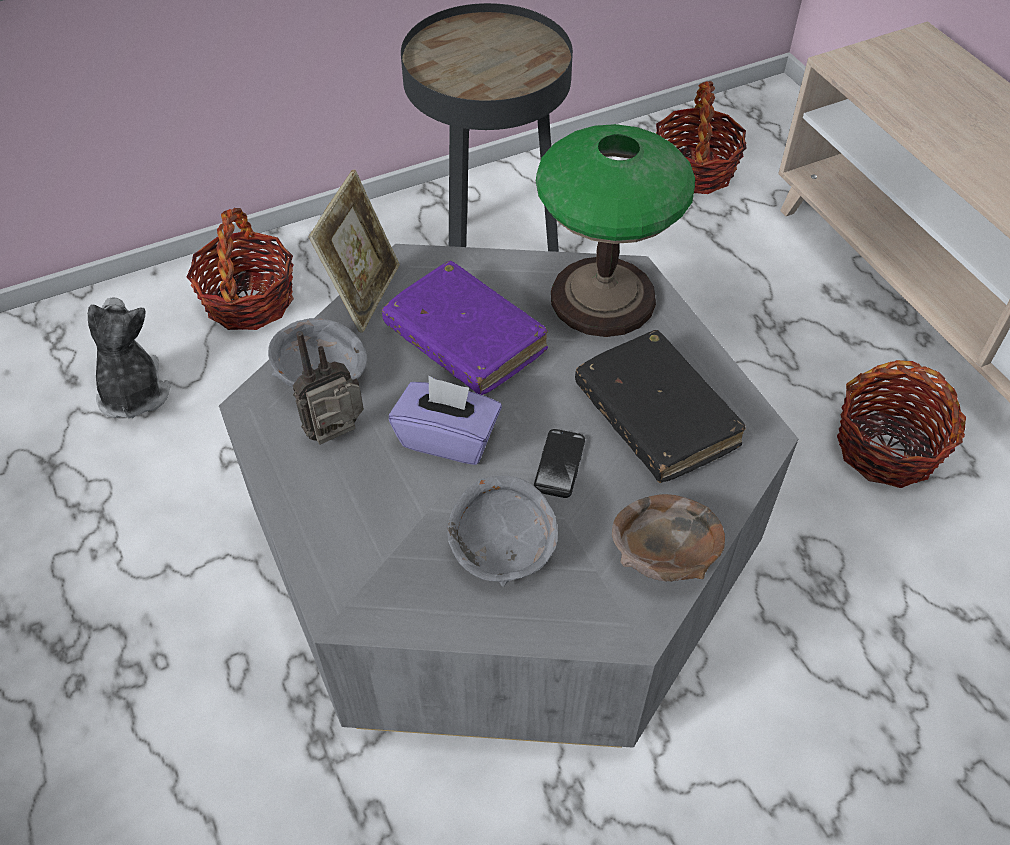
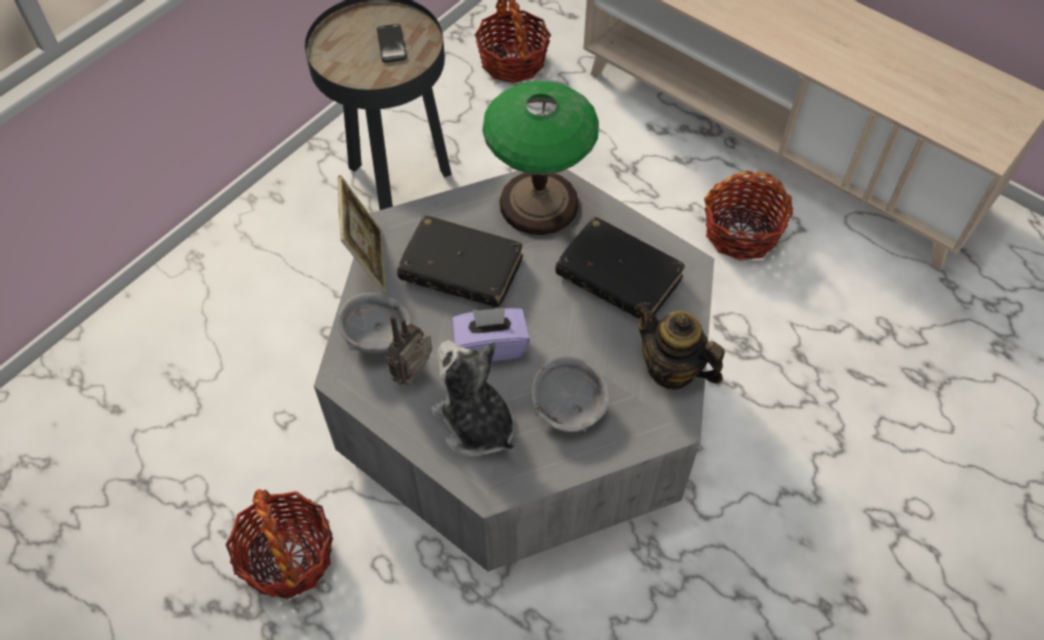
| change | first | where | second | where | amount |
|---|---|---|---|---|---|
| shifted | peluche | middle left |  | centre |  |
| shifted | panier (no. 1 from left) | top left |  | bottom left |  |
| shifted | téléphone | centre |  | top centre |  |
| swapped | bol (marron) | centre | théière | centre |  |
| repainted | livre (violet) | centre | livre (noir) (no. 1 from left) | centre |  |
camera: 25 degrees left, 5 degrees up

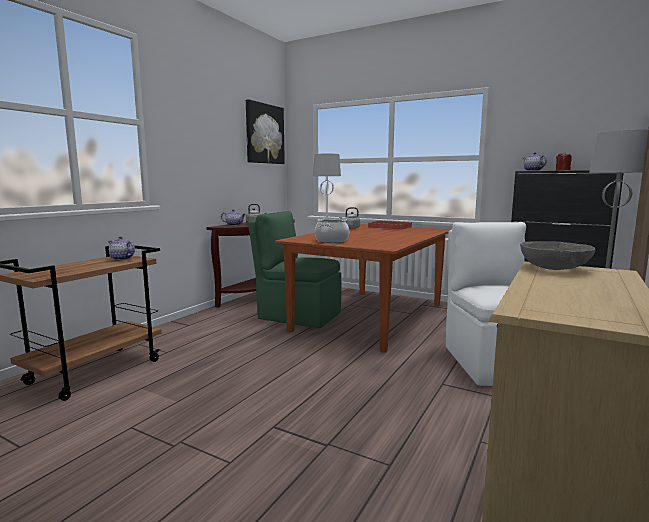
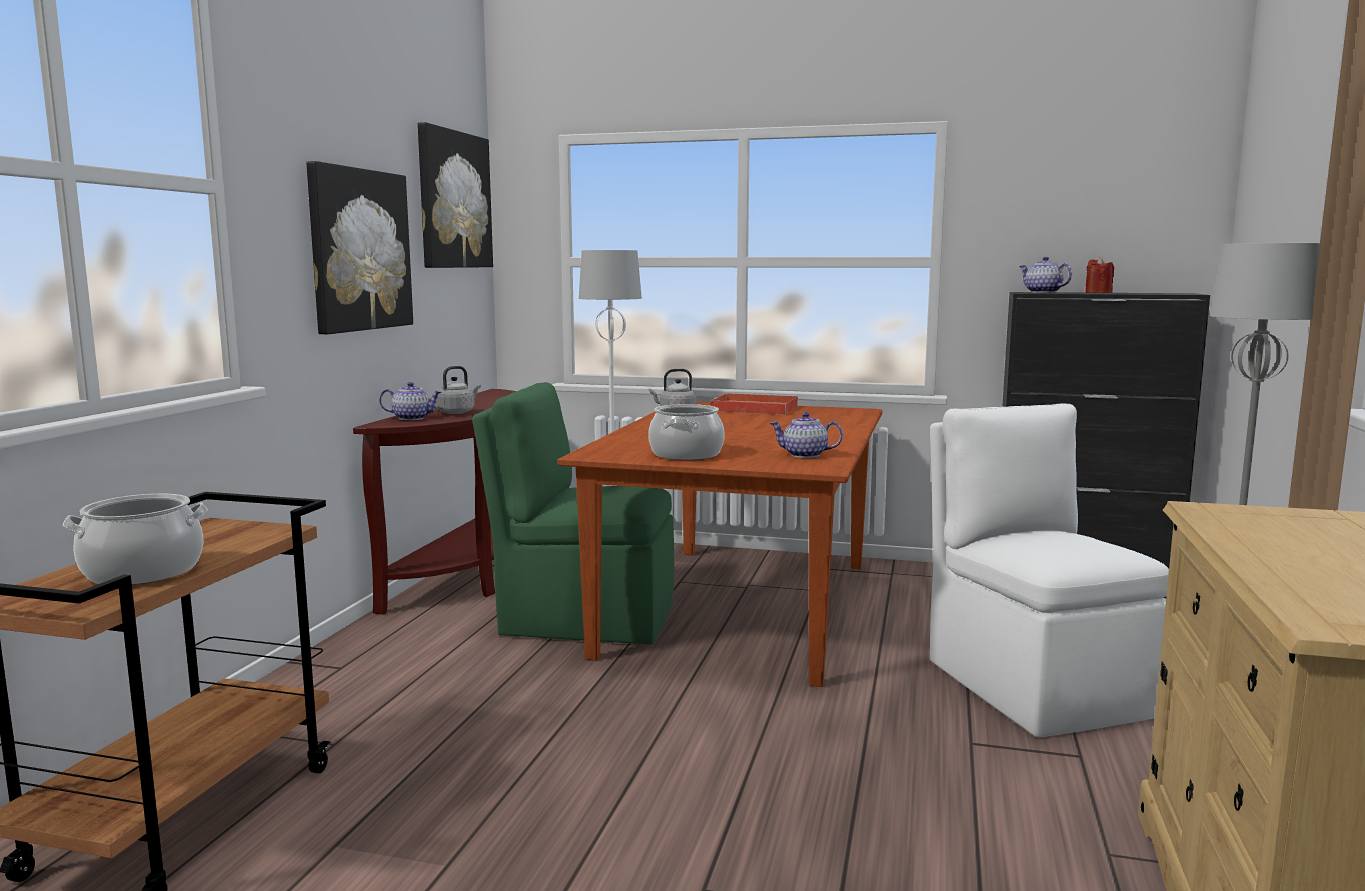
| change | first | where | second | where | amount |
|---|---|---|---|---|---|
| gone | bol (gris) | middle right |  |  |  |
| new |  |  | marmite (no. 1 from left) | middle left |  |
| new |  |  | tableau (no. 1 from left) | top left |  |
| shifted | théière (no. 1 from left in the first image) | middle left | théière (no. 2 from left) | centre |  |
camera: 15 degrees left, 0 degrees up

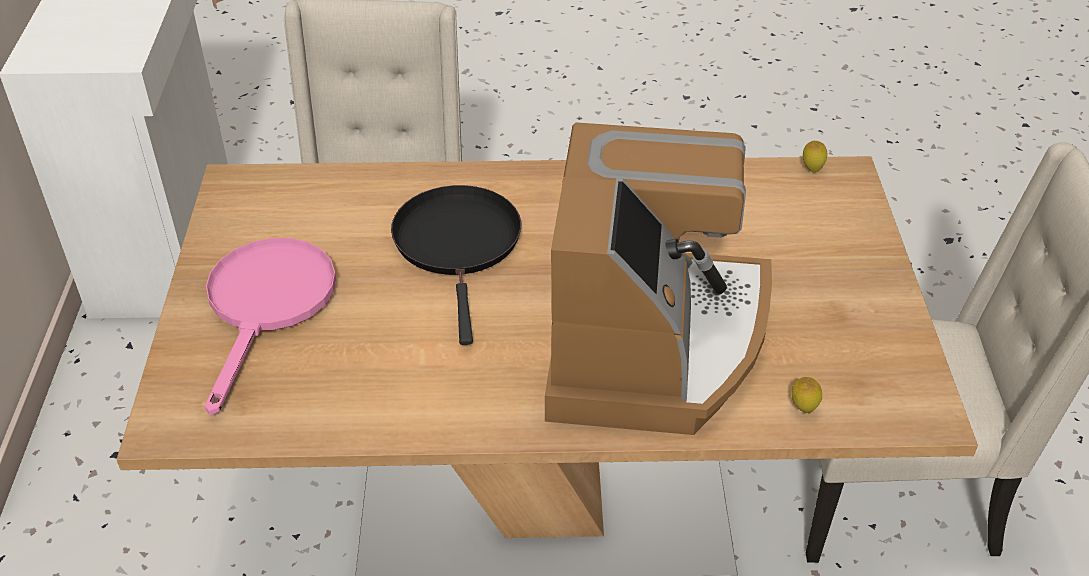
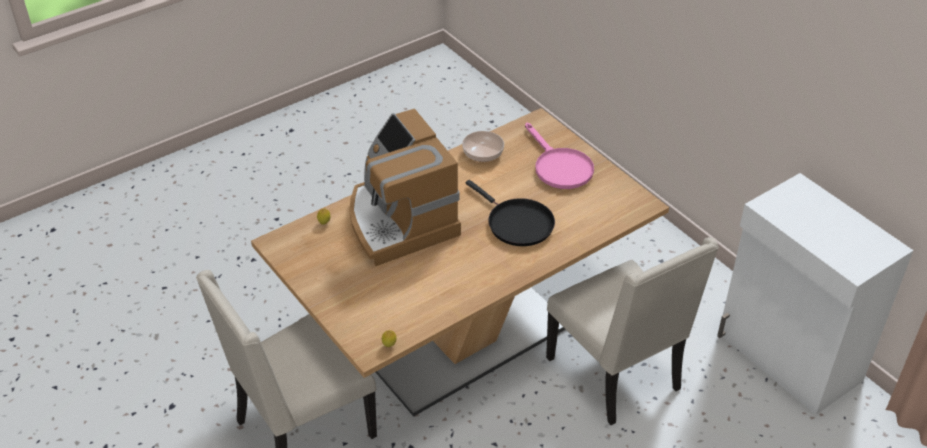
| change | first | where | second | where | amount |
|---|---|---|---|---|---|
| new |  |  | bol | top centre |  |
camera: 145 degrees right, 0 degrees up

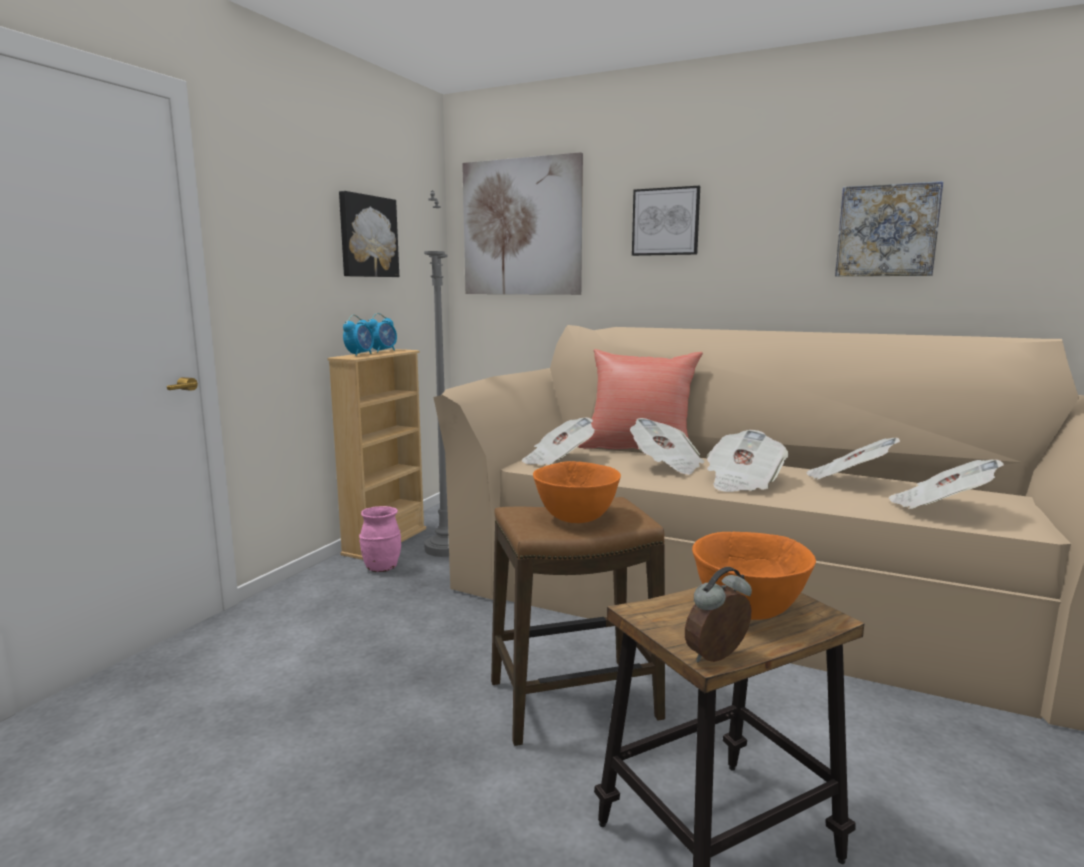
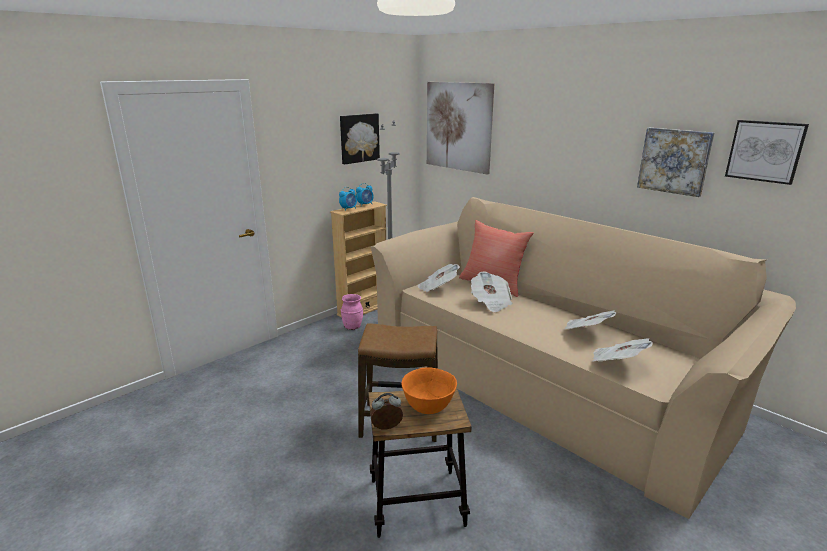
| change | first | where | second | where | amount |
|---|---|---|---|---|---|
| gone | bol (orange) (no. 1 from left) | centre |  |  |  |
| gone | journal (no. 3 from left) | middle right |  |  |  |
| shifted | tableau (no. 3 from left in the first image) | top centre | tableau (no. 4 from left) | top right |  |
camera: 20 degrees right, 10 degrees up

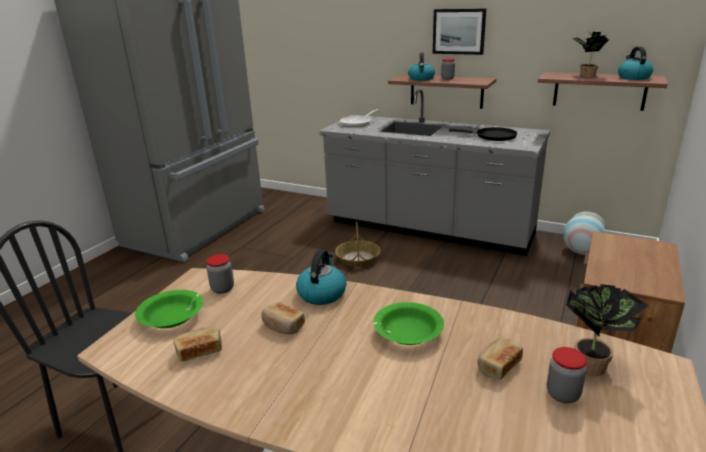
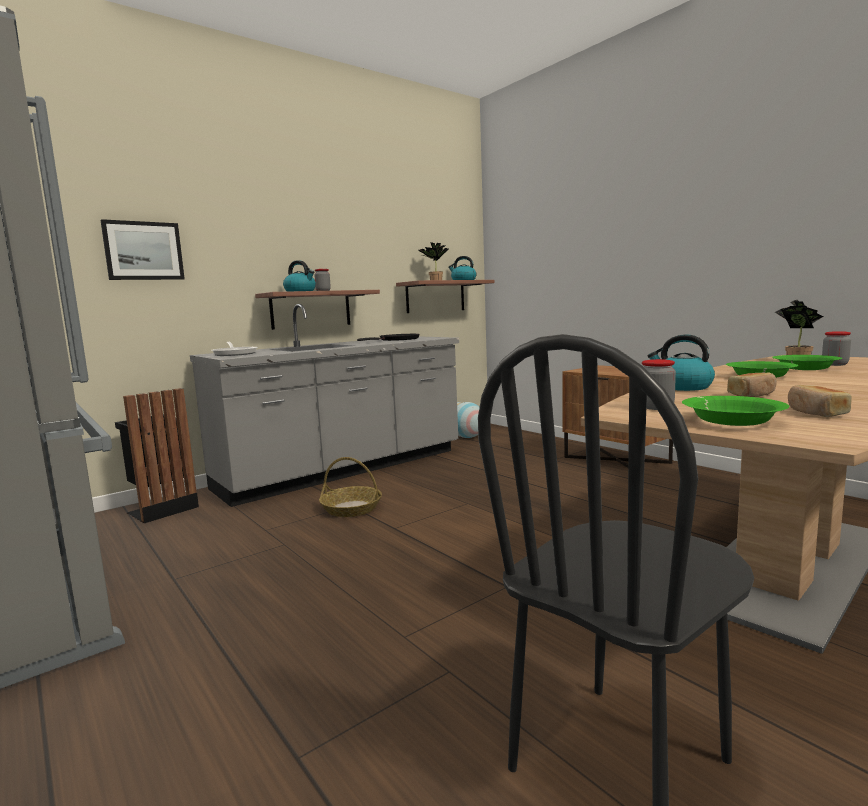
| change | first | where | second | where | amount |
|---|---|---|---|---|---|
| new |  |  | poubelle (noir) | middle left |  |
| shifted | tableau | top centre |  | top left |  |
| swapped | pain (no. 3 from left) | bottom right | bol (vert) (no. 3 from left) | middle right |  |
camera: 65 degrees left, 15 degrees down

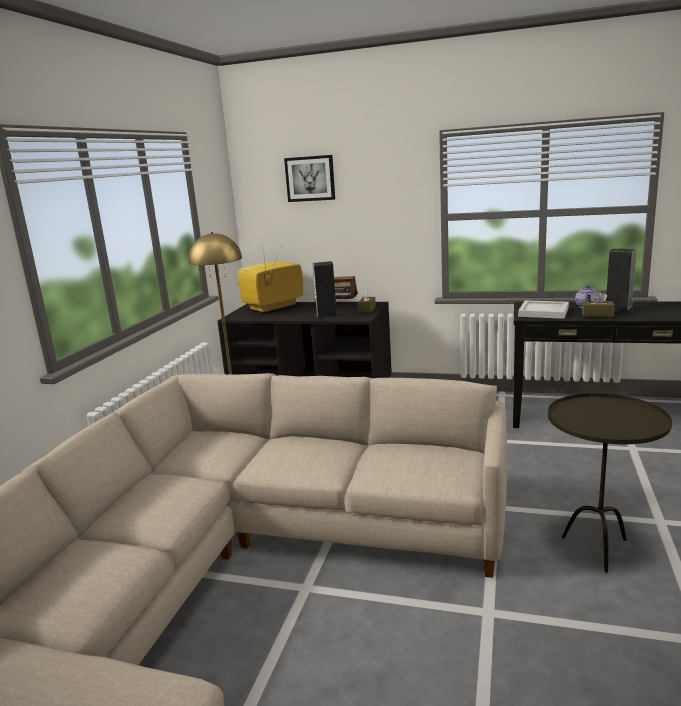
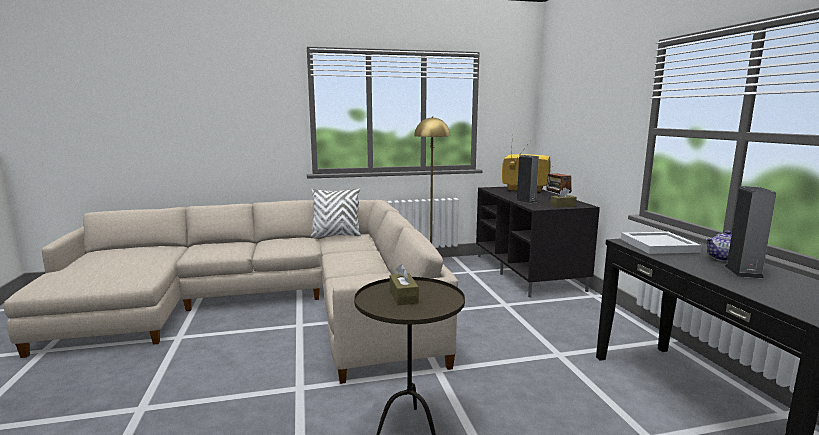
| change | first | where | second | where | amount |
|---|---|---|---|---|---|
| gone | tableau | top centre |  |  |  |
| new |  |  | coussin (blanc) | centre |  |
| shifted | boîte à mouchoirs (marron) (no. 2 from left in the first image) | middle right | boîte à mouchoirs (marron) (no. 1 from left) | centre |  |
camera: 60 degrees right, 5 degrees down

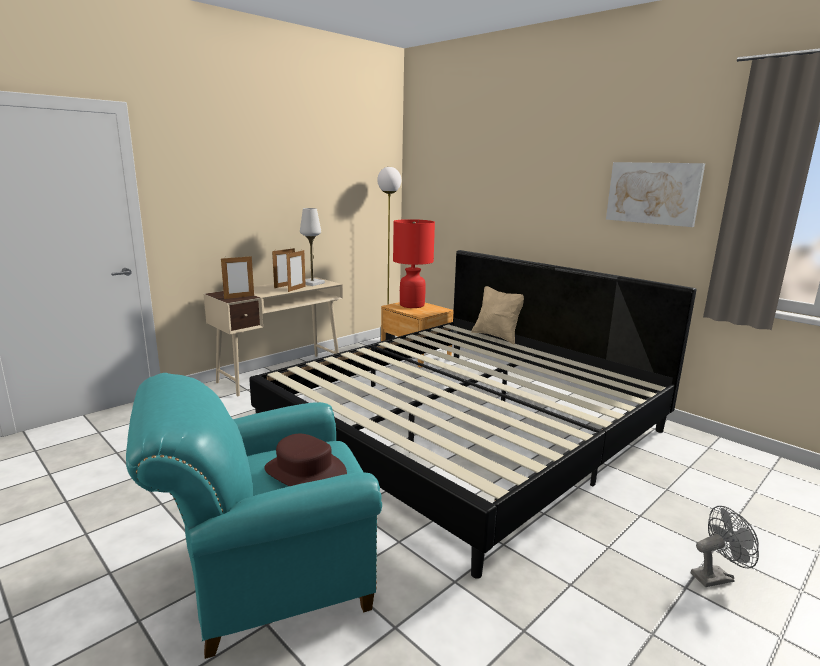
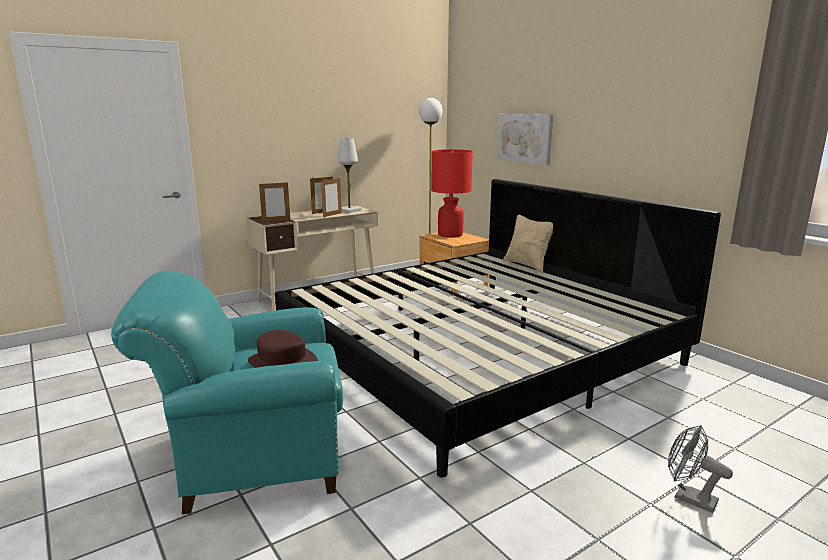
| change | first | where | second | where | amount |
|---|---|---|---|---|---|
| shifted | tableau | top right |  | top centre |  |
| rotated | ventilateur (gris) | bottom right |  | bottom right | 135 degrees counterclockwise |
camera: 10 degrees right, 0 degrees up

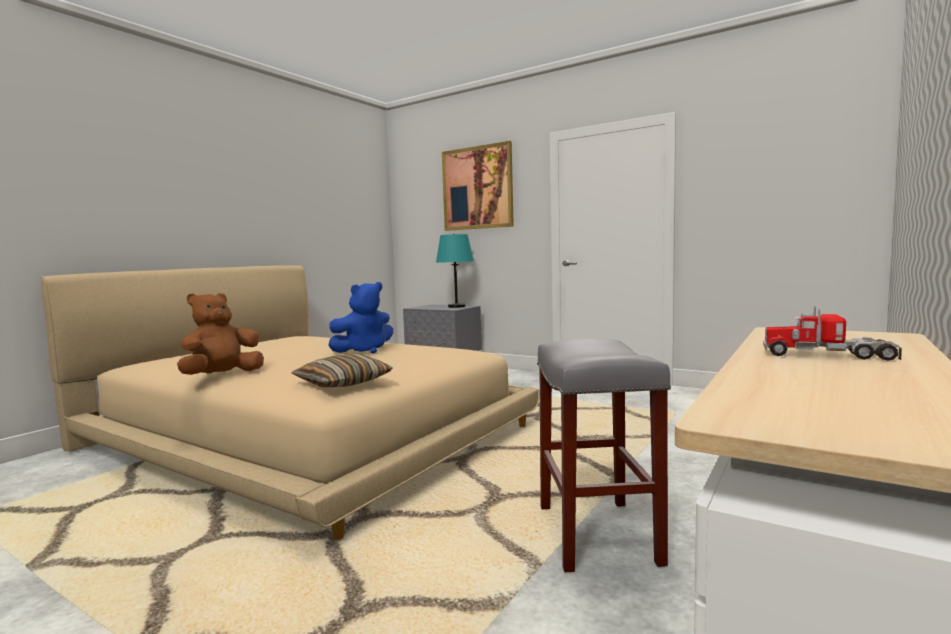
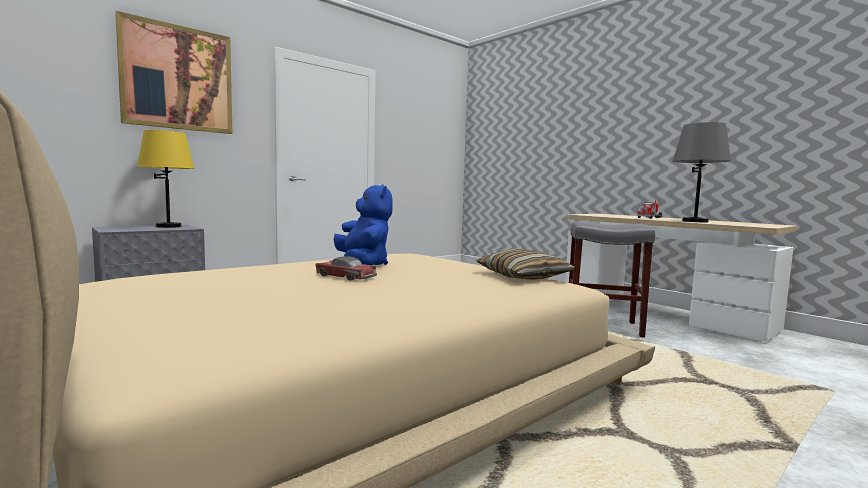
| change | first | where | second | where | amount |
|---|---|---|---|---|---|
| gone | peluche (marron) | middle left |  |  |  |
| new |  |  | petite voiture | centre |  |
| new |  |  | lampe de table (gris) | middle right |  |
| repainted | lampe de table (turquoise) | centre | lampe de table (jaune) | middle left |  |
camera: 75 degrees left, 0 degrees up

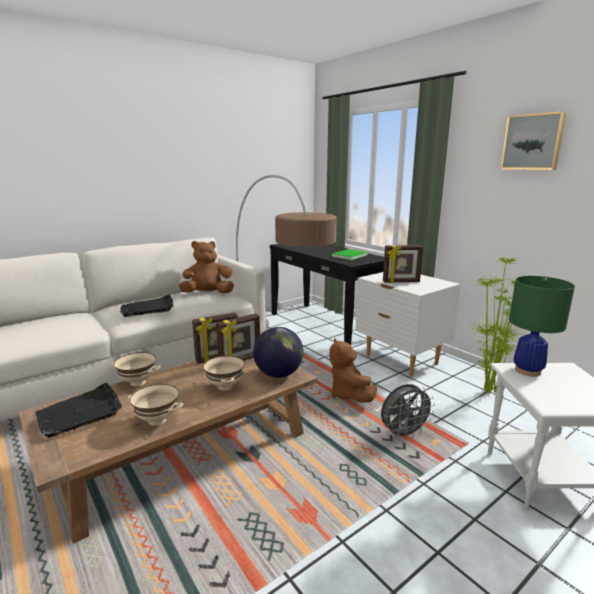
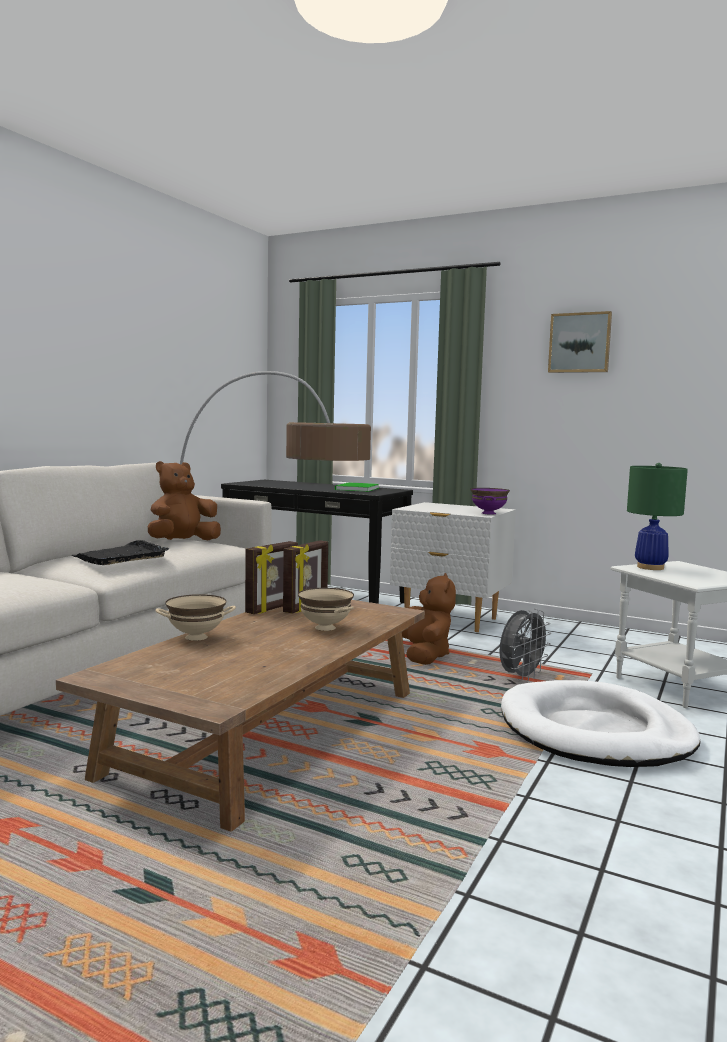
| change | first | where | second | where | amount |
|---|---|---|---|---|---|
| gone | plateau (noir) (no. 1 from left) | bottom left |  |  |  |
| gone | bol (beige) (no. 2 from left) | bottom left |  |  |  |
| gone | globe | centre |  |  |  |
| gone | cadre photo (no. 3 from left) | middle right |  |  |  |
| gone | plante en pot | middle right |  |  |  |
| new |  |  | bol (violet) | middle right |  |
| new |  |  | panier pour chien (blanc) | bottom right |  |
| rotated | peluche (marron) (no. 2 from left) | centre |  | centre | 150 degrees counterclockwise |
camera: 25 degrees left, 10 degrees down

